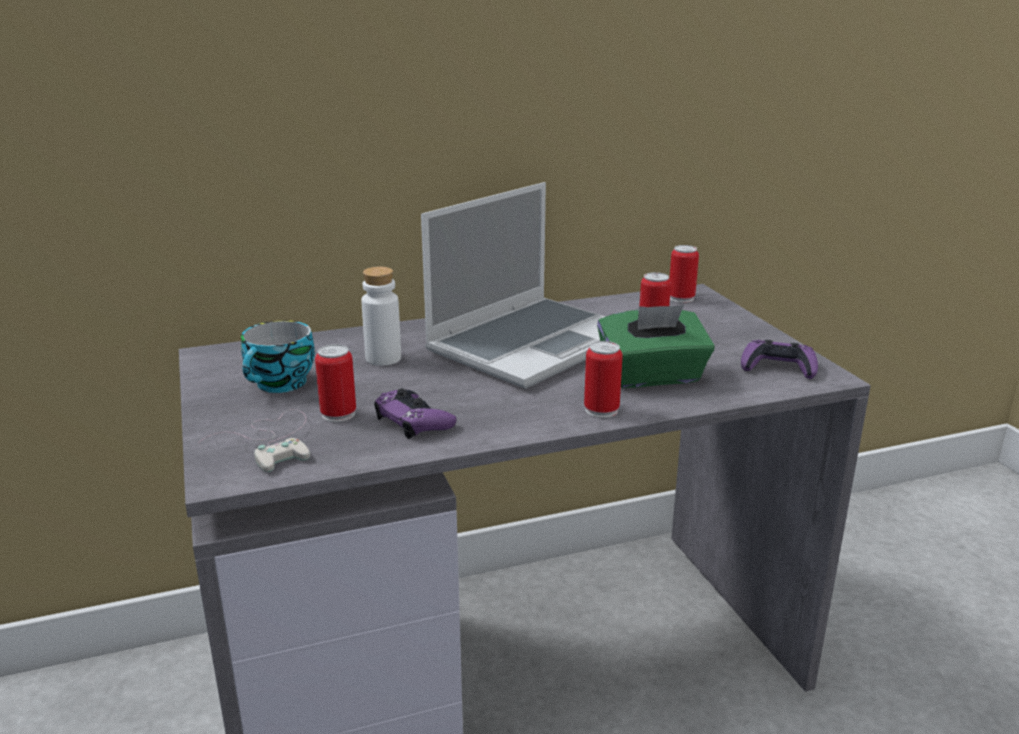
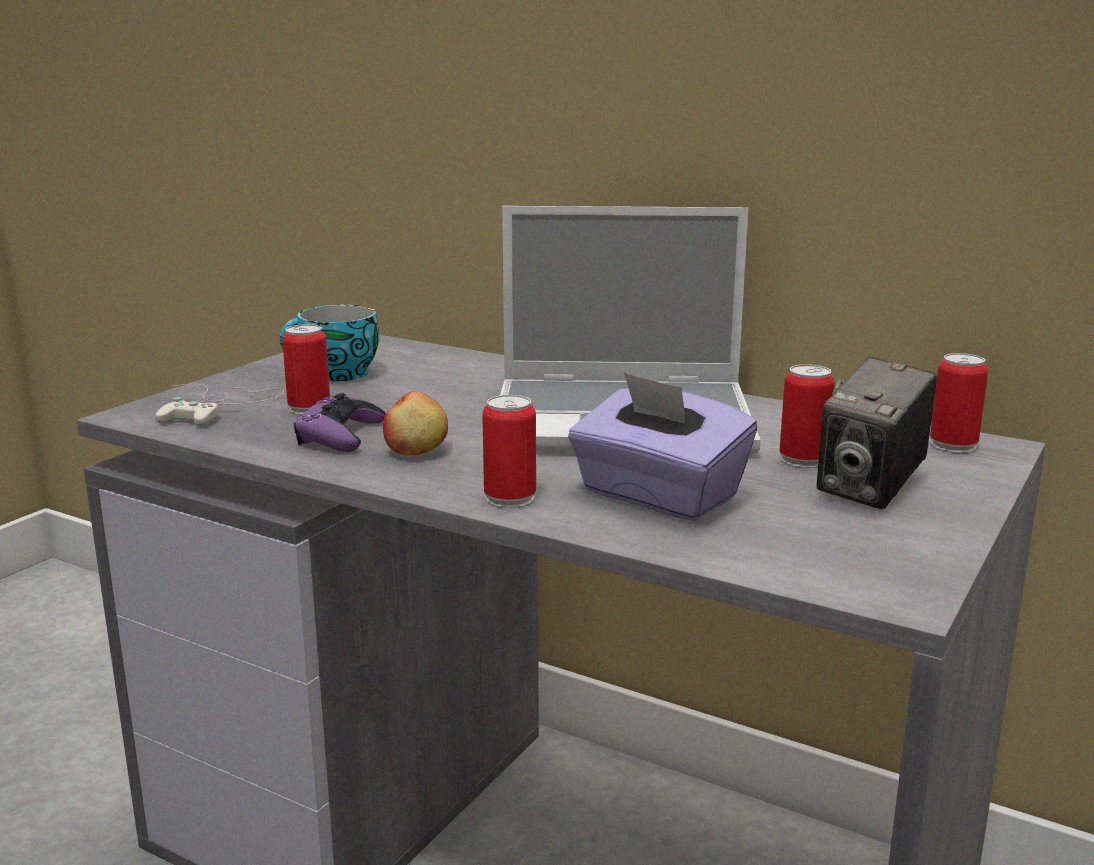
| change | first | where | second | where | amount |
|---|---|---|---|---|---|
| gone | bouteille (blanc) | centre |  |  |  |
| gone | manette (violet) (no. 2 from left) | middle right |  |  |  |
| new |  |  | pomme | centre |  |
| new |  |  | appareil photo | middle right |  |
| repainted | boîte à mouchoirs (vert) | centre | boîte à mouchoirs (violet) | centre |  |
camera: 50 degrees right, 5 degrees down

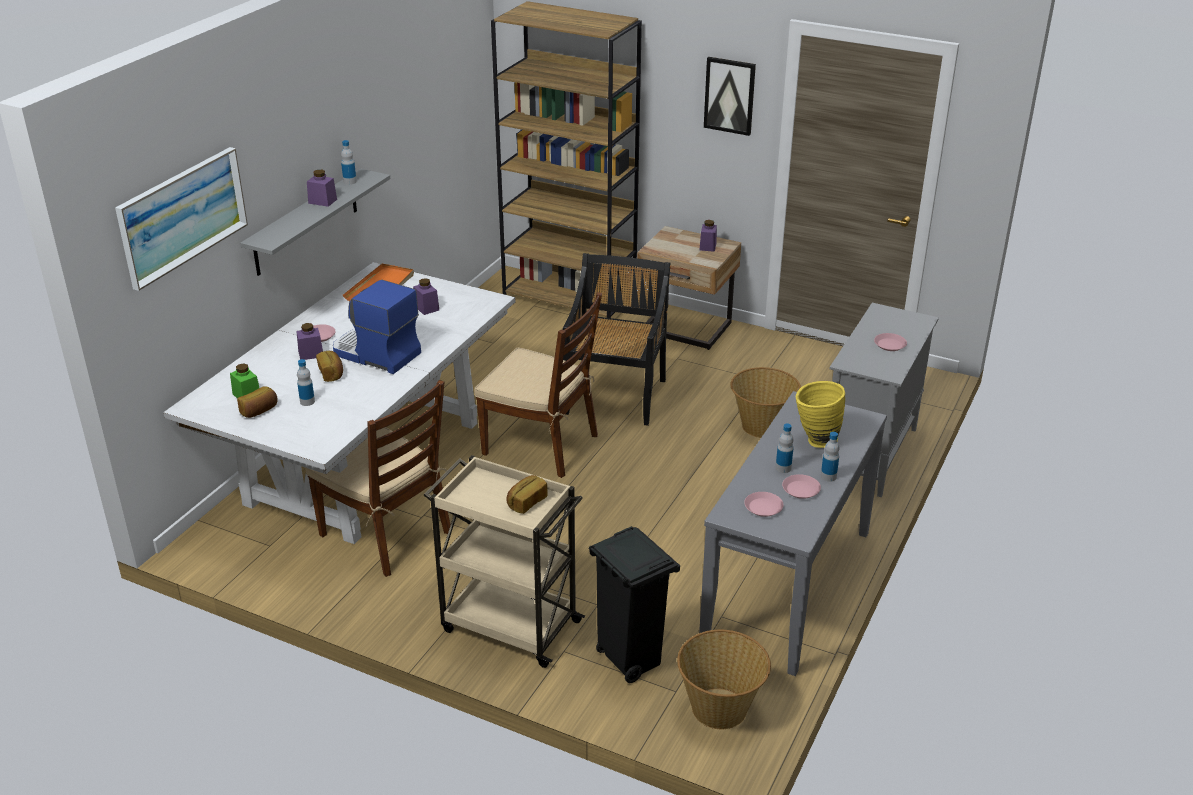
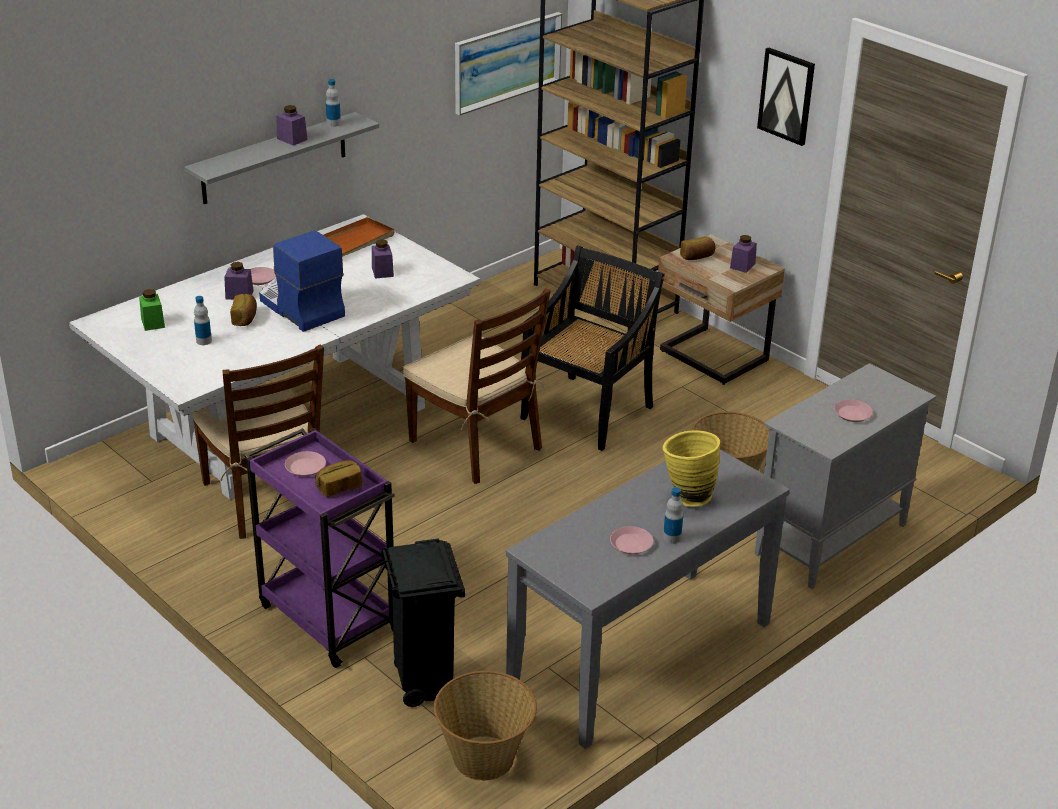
| change | first | where | second | where | amount |
|---|---|---|---|---|---|
| gone | bouteille (no. 3 from left) | centre |  |  |  |
| shifted | tableau (no. 1 from left) | top left |  | top centre |  |
| shifted | pain (no. 1 from left in the first image) | middle left | pain (no. 3 from left) | top centre |  |
| shifted | assiette (rose) (no. 2 from left) | centre |  | middle left |  |
| repainted | chariot (beige) | bottom centre | chariot (violet) | bottom left |  |
camera: 20 degrees right, 0 degrees up

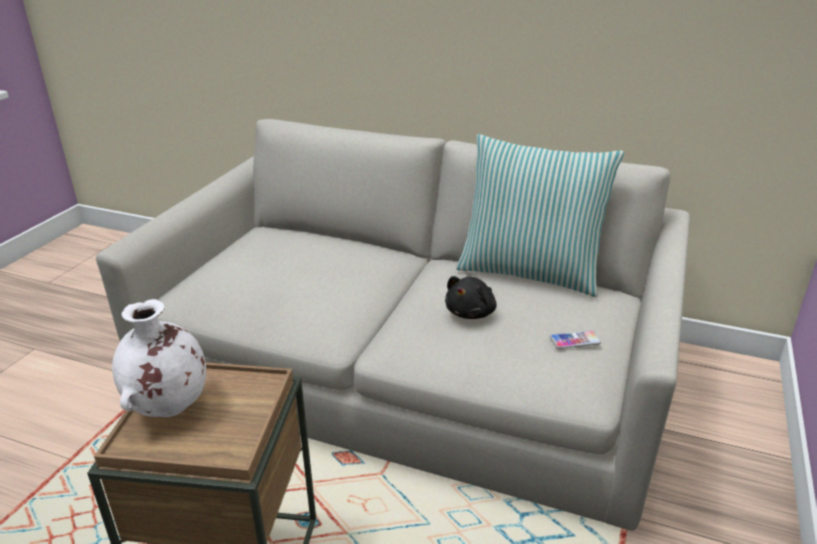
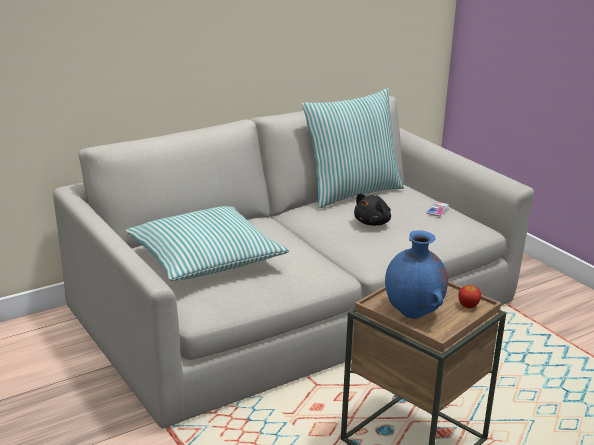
| change | first | where | second | where | amount |
|---|---|---|---|---|---|
| new |  |  | coussin (no. 1 from left) | centre |  |
| new |  |  | pomme | middle right |  |
| repainted | vase (blanc) | middle left | vase (bleu) | middle right |  |
| rotated | peluche (noir) | centre |  | centre | 60 degrees clockwise |
camera: 55 degrees left, 5 degrees down

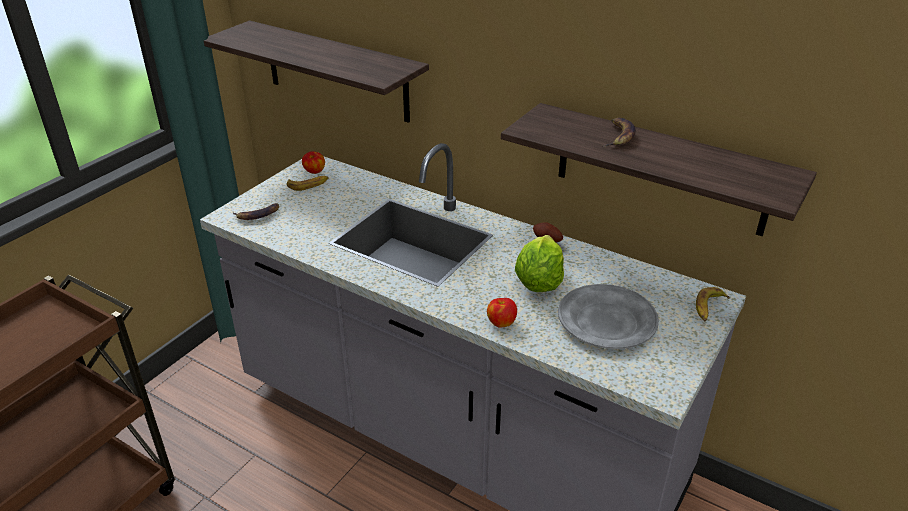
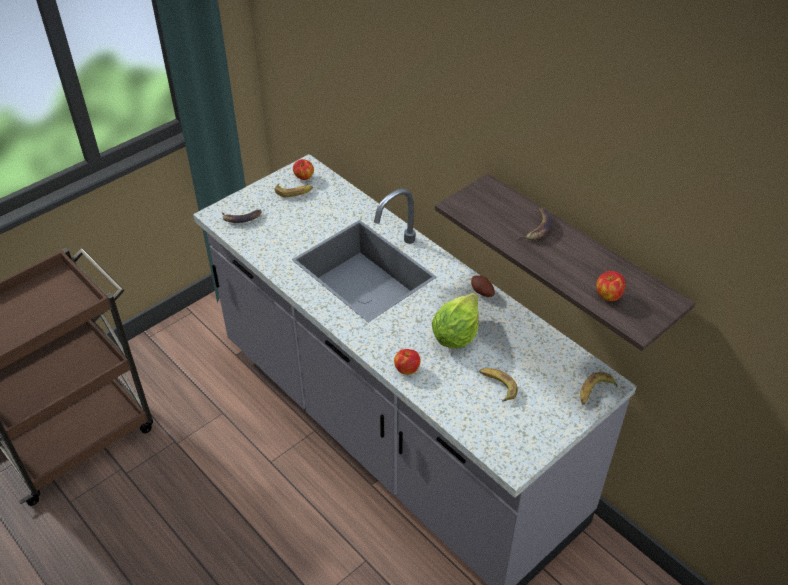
| change | first | where | second | where | amount |
|---|---|---|---|---|---|
| gone | étagère (no. 1 from left) | top centre |  |  |  |
| new |  |  | pomme (no. 3 from left) | middle right |  |
| swapped | assiette (gris) | middle right | banane (no. 3 from left) | centre |  |
camera: 15 degrees right, 10 degrees up

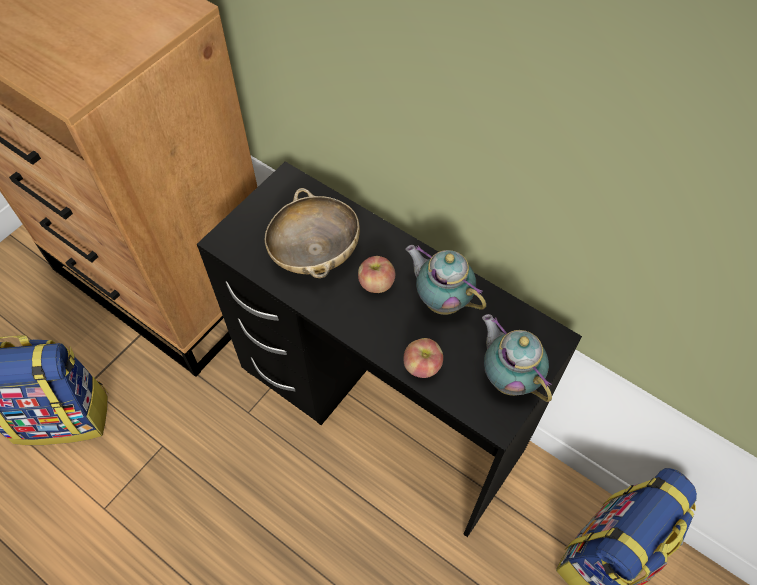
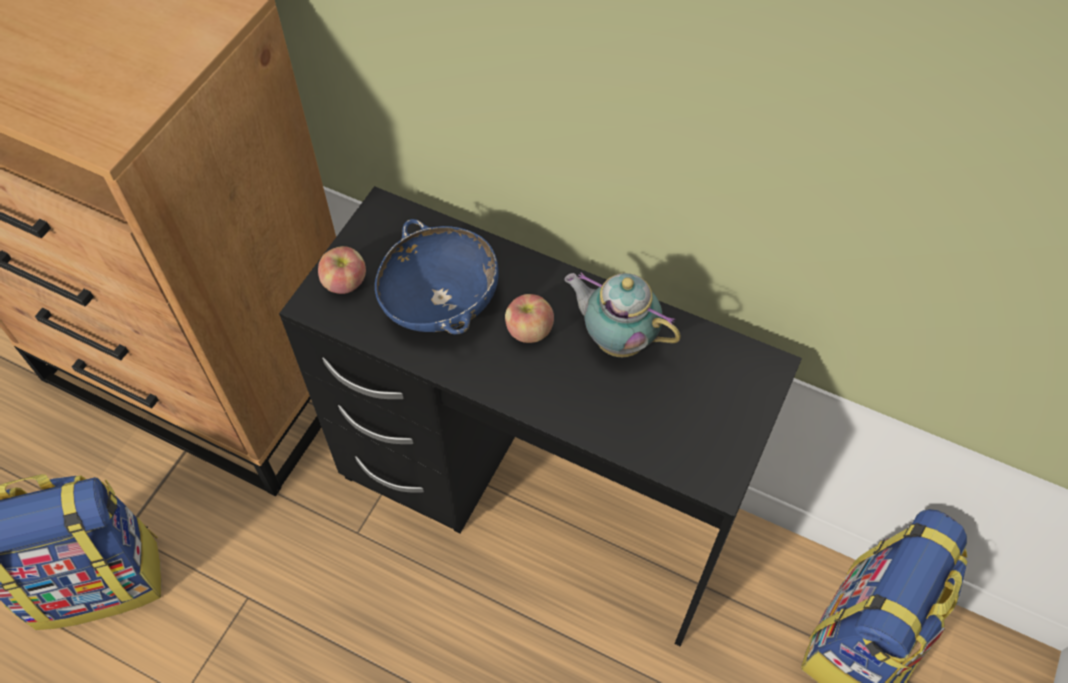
| change | first | where | second | where | amount |
|---|---|---|---|---|---|
| gone | théière (no. 2 from left) | middle right |  |  |  |
| shifted | pomme (no. 2 from left in the first image) | centre | pomme (no. 1 from left) | middle left |  |
| repainted | bol (beige) | centre | bol (bleu) | centre |  |
camera: 10 degrees left, 0 degrees up

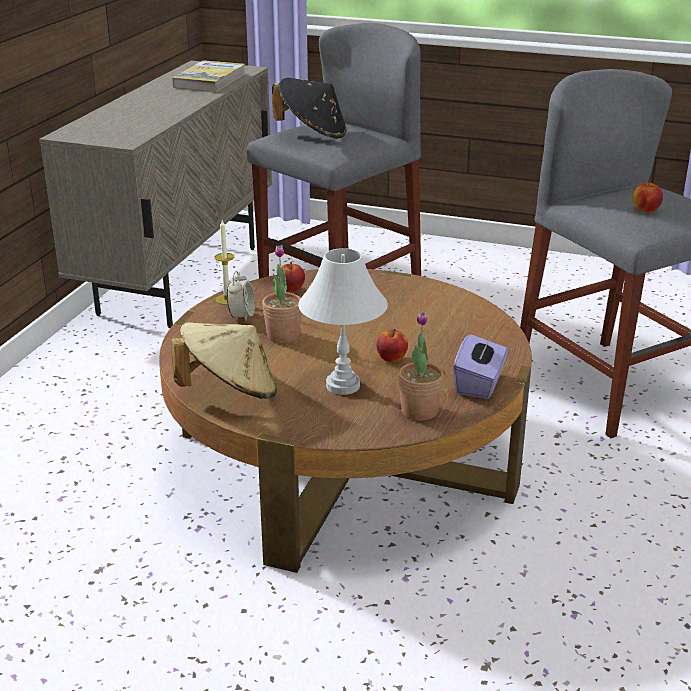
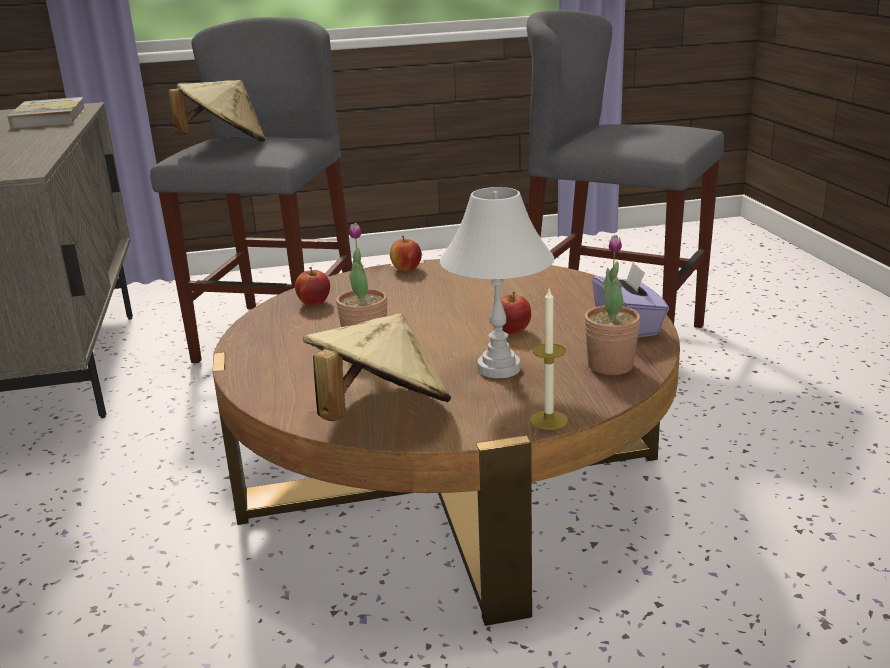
| change | first | where | second | where | amount |
|---|---|---|---|---|---|
| gone | réveil | centre |  |  |  |
| shifted | bougie | middle left |  | centre |  |
| shifted | pomme (no. 3 from left in the first image) | top right | pomme (no. 2 from left) | centre |  |
| repainted | chapeau (noir) | top centre | chapeau (beige) (no. 1 from left) | top left |  |
camera: 30 degrees left, 5 degrees down

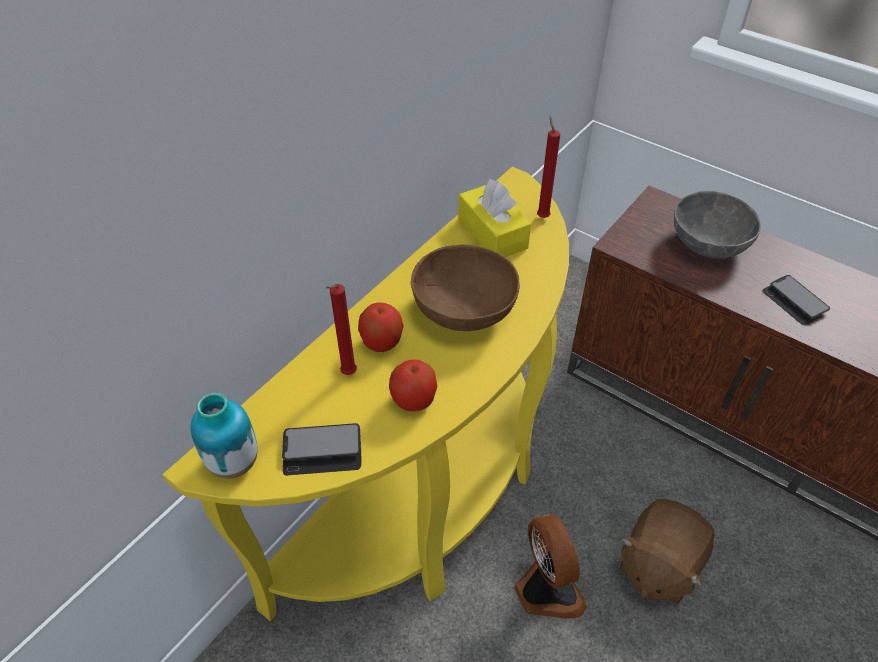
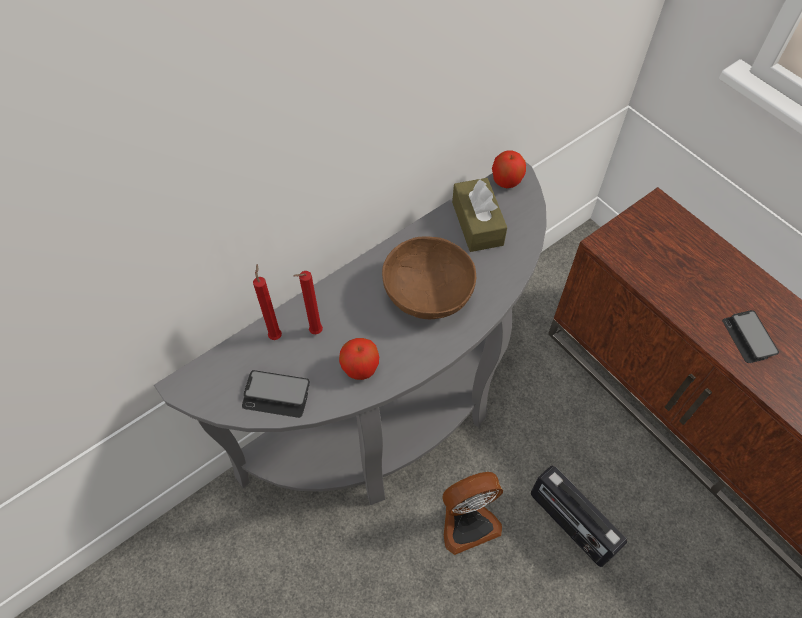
| change | first | where | second | where | amount |
|---|---|---|---|---|---|
| gone | vase | middle left |  |  |  |
| gone | bol (gris) | middle right |  |  |  |
| shifted | pomme (no. 1 from left in the first image) | centre | pomme (no. 2 from left) | top centre |  |
| shifted | bougie (rouge) (no. 2 from left in the first image) | top centre | bougie (rouge) (no. 1 from left) | middle left |  |
| swapped | peluche (marron) | bottom right | radio | bottom right |  |
| repainted | table console (jaune) | centre | table console (gris) | centre |  |
| repainted | boîte à mouchoirs (jaune) | top centre | boîte à mouchoirs (marron) | centre |  |
| rotated | ventilateur | bottom centre |  | bottom centre | 75 degrees clockwise |
camera: 15 degrees right, 10 degrees up

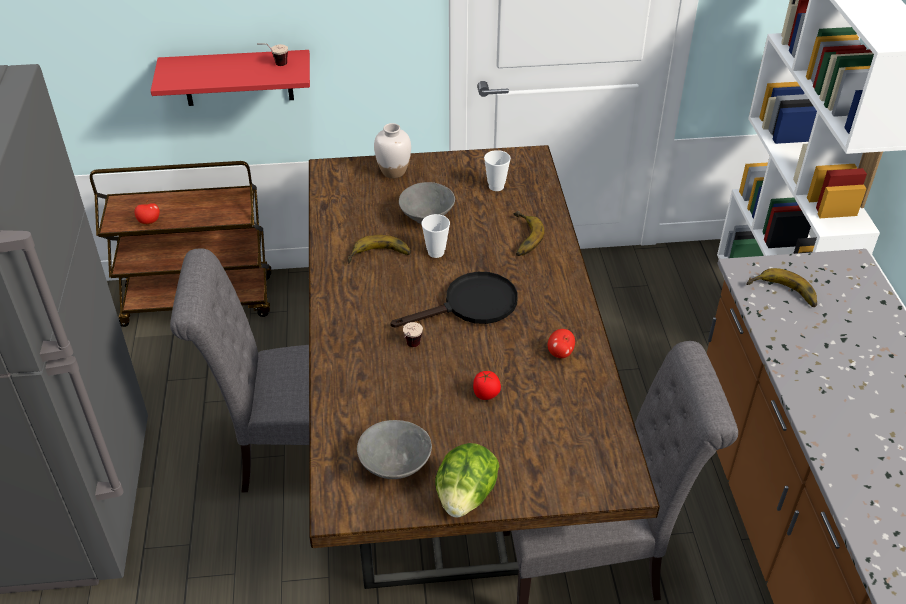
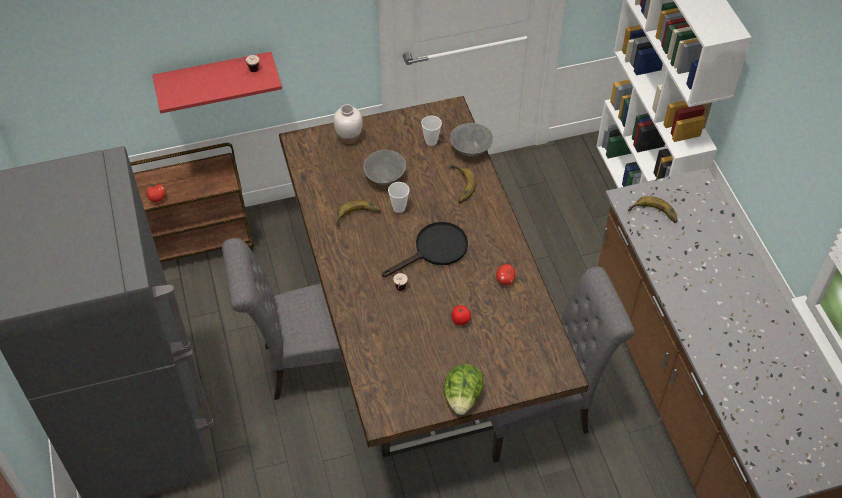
| change | first | where | second | where | amount |
|---|---|---|---|---|---|
| shifted | bol (gris) (no. 1 from left in the first image) | bottom centre | bol (gris) (no. 2 from left) | top centre |  |
camera: 10 degrees left, 10 degrees up

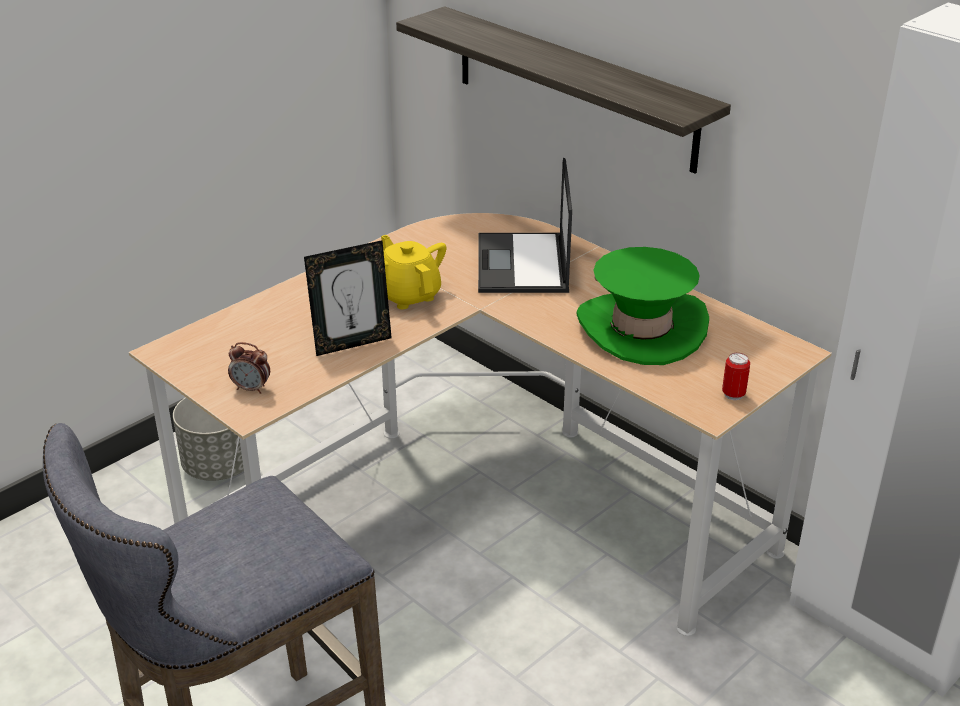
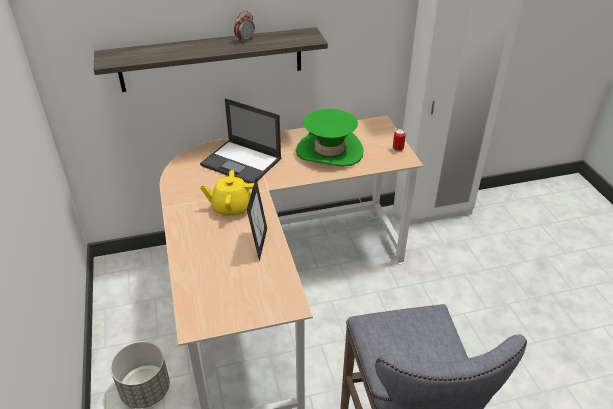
| change | first | where | second | where | amount |
|---|---|---|---|---|---|
| shifted | réveil | middle left |  | top centre |  |
camera: 60 degrees left, 5 degrees up

